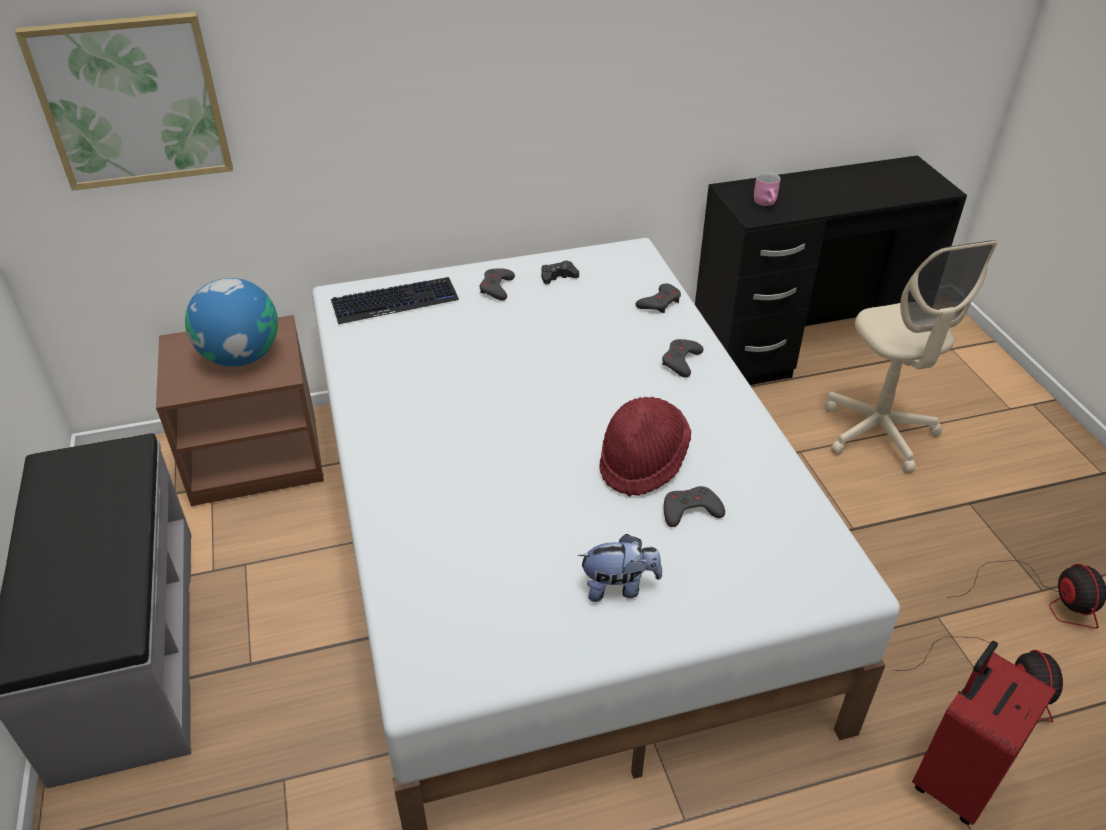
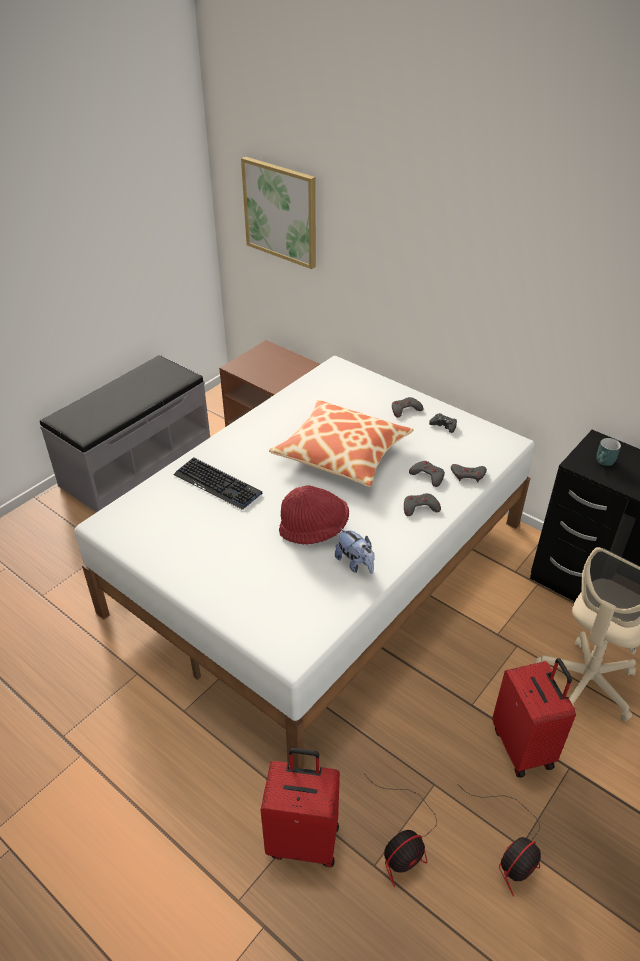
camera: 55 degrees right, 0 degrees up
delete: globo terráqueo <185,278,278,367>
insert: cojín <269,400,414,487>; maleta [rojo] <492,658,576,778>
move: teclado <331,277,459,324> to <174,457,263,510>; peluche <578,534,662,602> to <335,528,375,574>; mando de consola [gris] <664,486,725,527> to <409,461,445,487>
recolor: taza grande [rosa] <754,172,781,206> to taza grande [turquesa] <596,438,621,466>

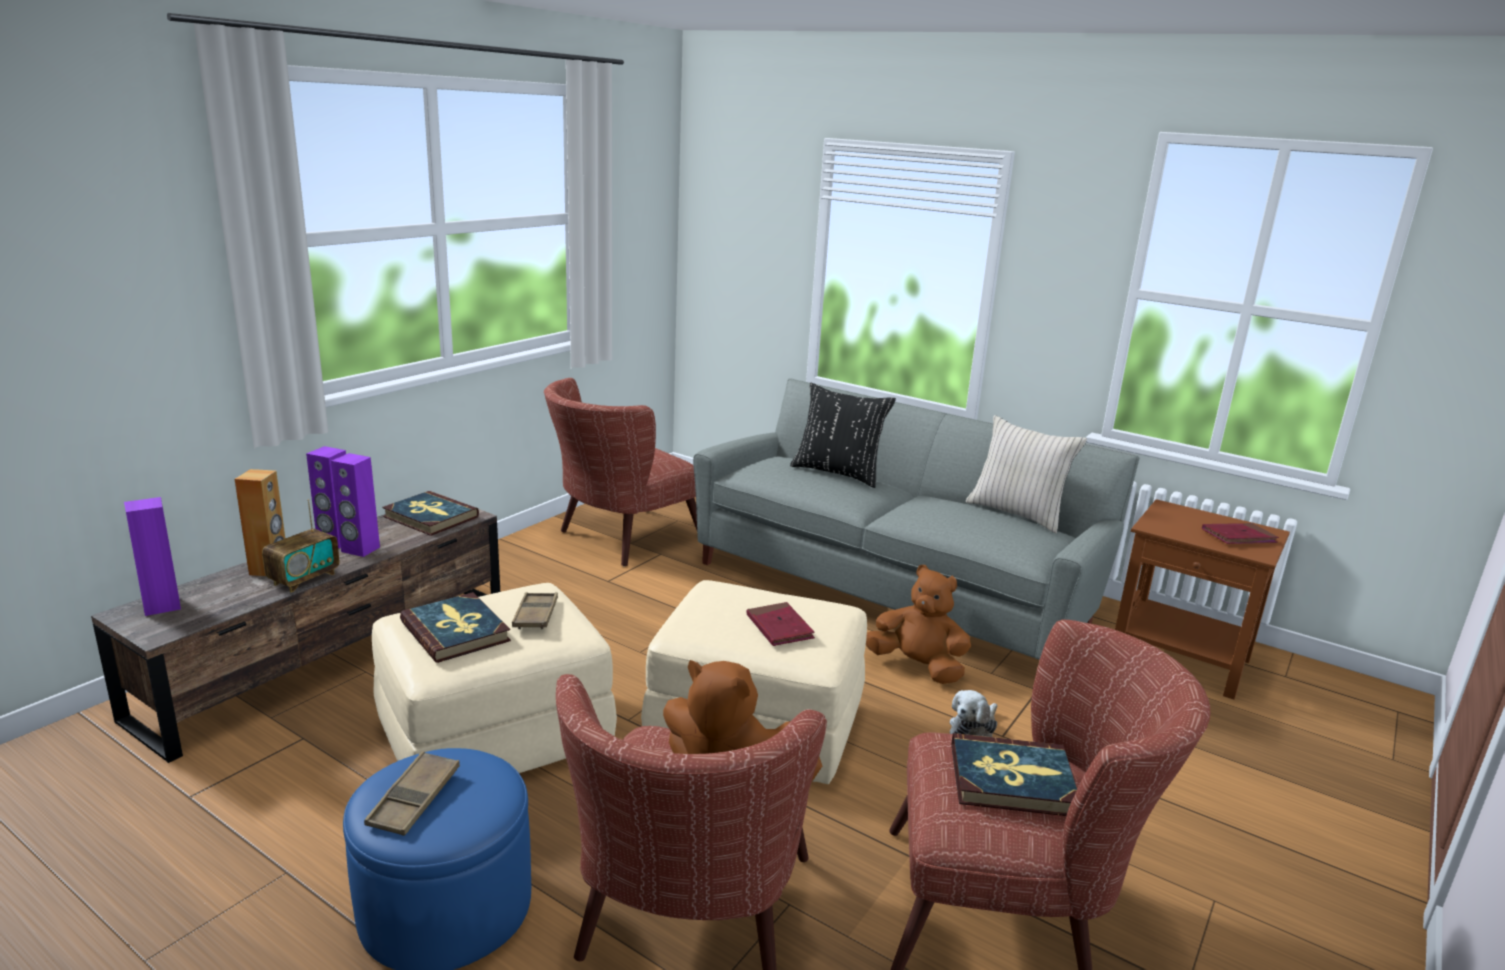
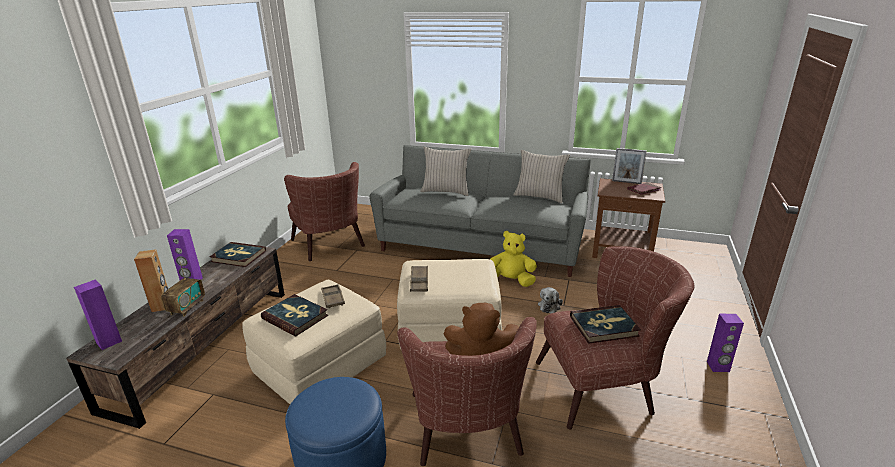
camera: 15 degrees left, 5 degrees up
delete: libro [rojo] <747,602,815,646>
insert: portarretratos <612,148,647,184>
move: altavoz [morado] <331,453,380,557> to <707,314,744,372>; bandeja [marrón] <364,751,460,836> to <410,266,428,292>
recolor: cojín [negro] <790,383,896,488> to cojín [beis] <421,147,471,196>; peluche [marrón] <866,565,971,684> to peluche [amarillo] <490,231,537,287>
rotate: sillón [marrón] <544,378,697,566> = <284,162,365,261> 60 degrees counterclockwise

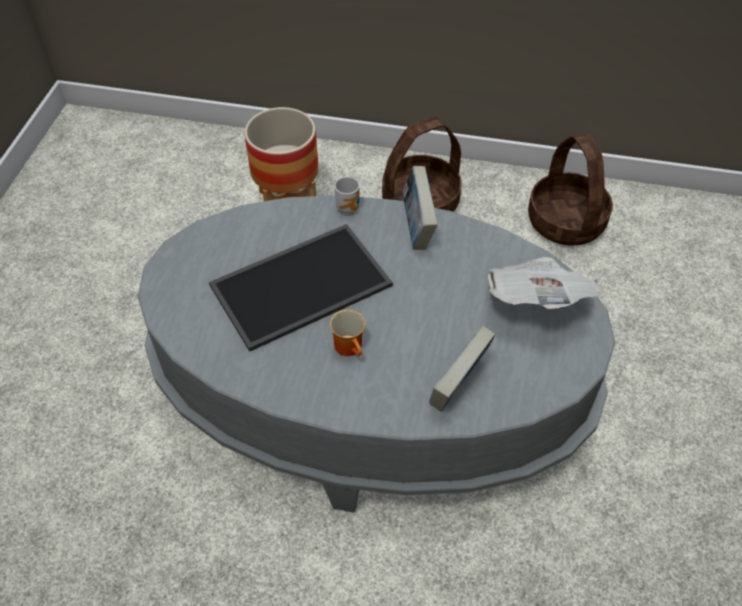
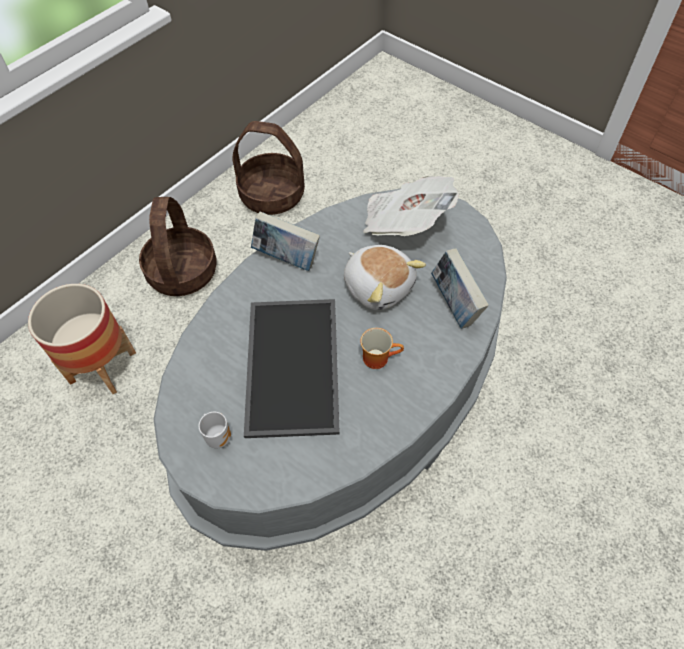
camera: 60 degrees left, 5 degrees up
insert: peluche <344,245,426,310>
move: taza grande <335,177,360,213> to <199,412,231,449>

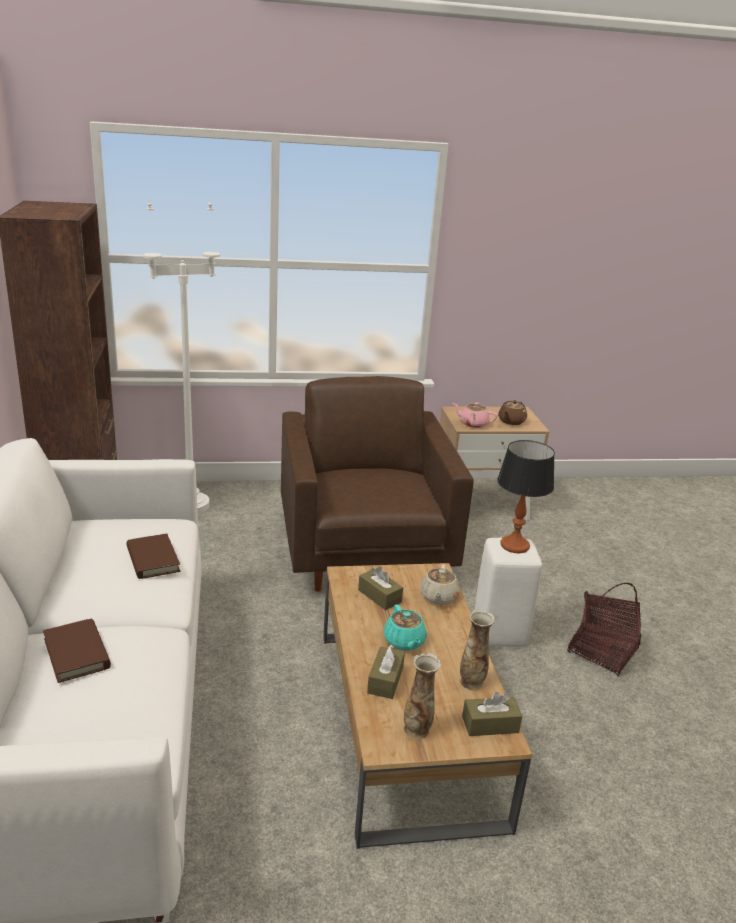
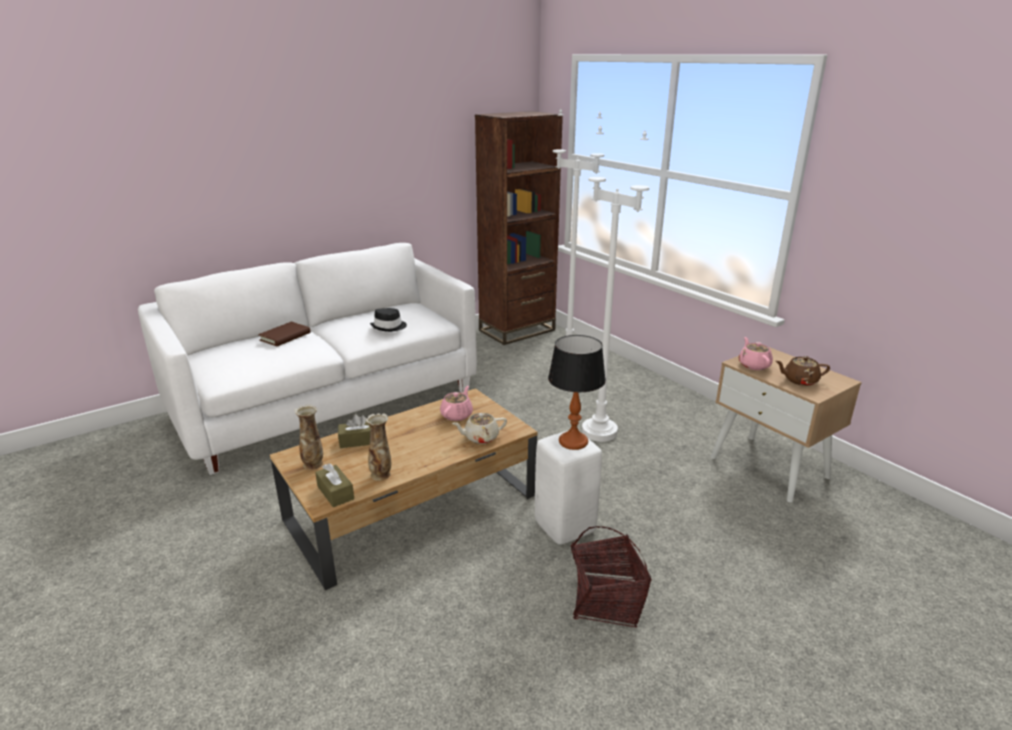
camera: 65 degrees right, 0 degrees up
delete: tetera [turquesa] <383,604,427,650>
replace: libro [marrón] <127,533,180,579> to sombrero [negro] <370,308,407,332>; sillón [marrón] <281,376,474,592> to lámpara de pie [blanco] <582,125,649,442>; caja de pañuelos [marrón] <358,566,403,610> to tetera [rosa] <440,386,473,421>

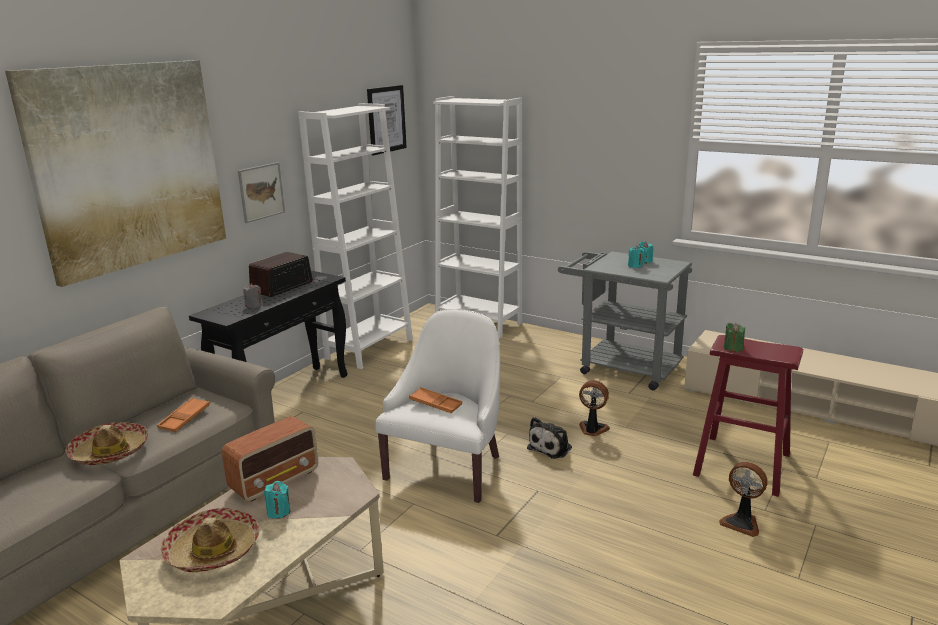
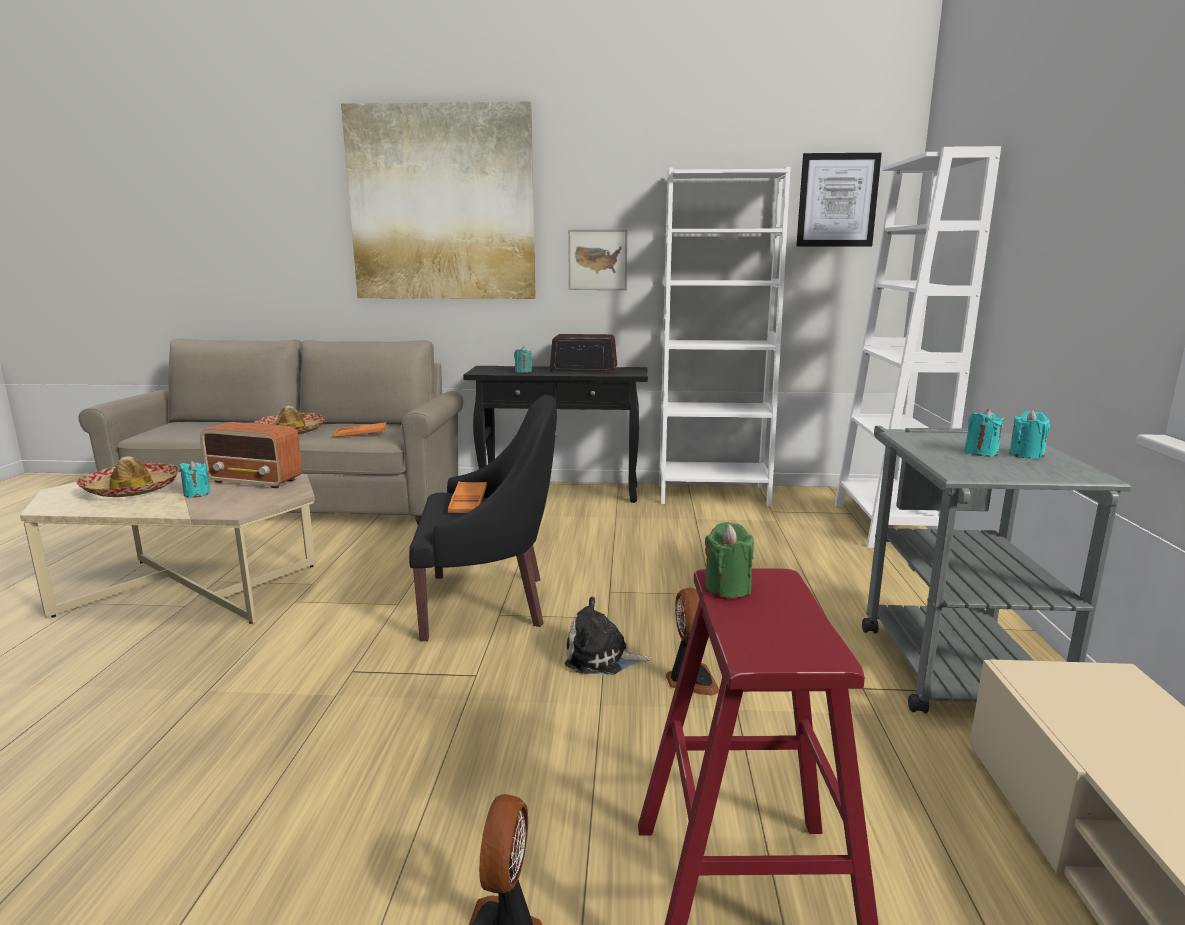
camera: 60 degrees right, 5 degrees down
recolor: vela [gris] <243,284,262,308> to vela [turquesa] <514,346,532,373>; sillón [blanco] <375,309,500,503> to sillón [negro] <409,395,557,642>

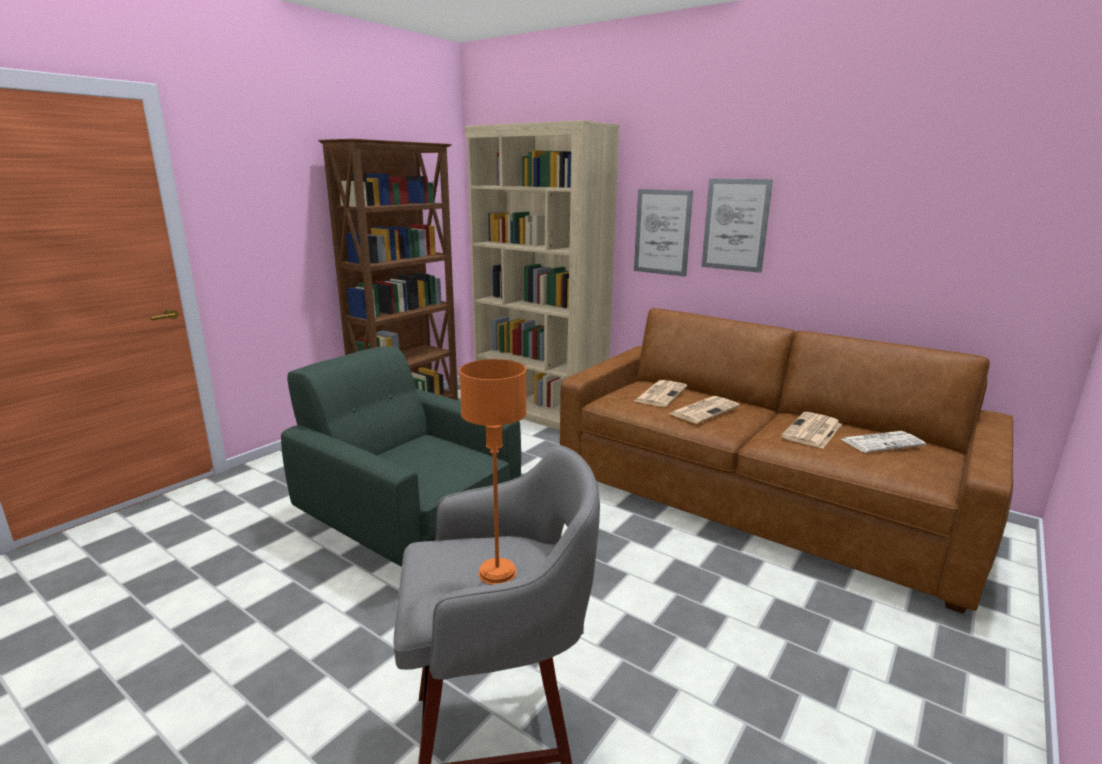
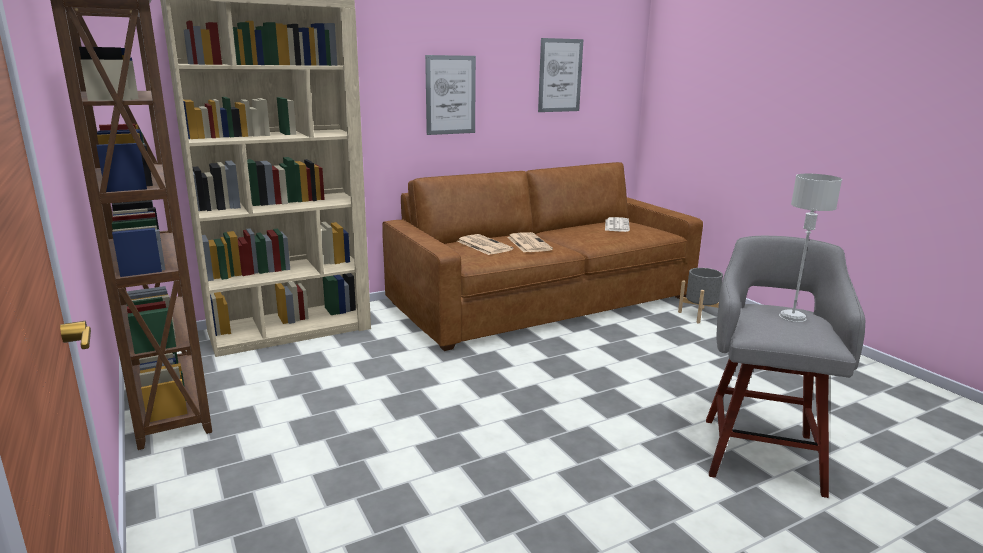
camera: 65 degrees left, 0 degrees up
delete: sillón [verde] <281,346,521,567>; periódico <781,412,842,449>
insert: maceta [gris] <678,268,723,324>
move: cuadro <634,189,693,277> to <538,38,584,112>
recolor: lámpara de mesa [naranja] <459,359,527,585> to lámpara de mesa [gris] <779,174,842,322>

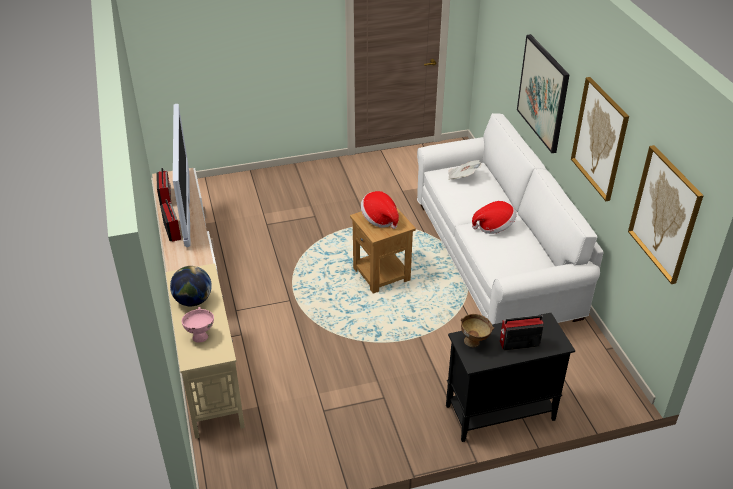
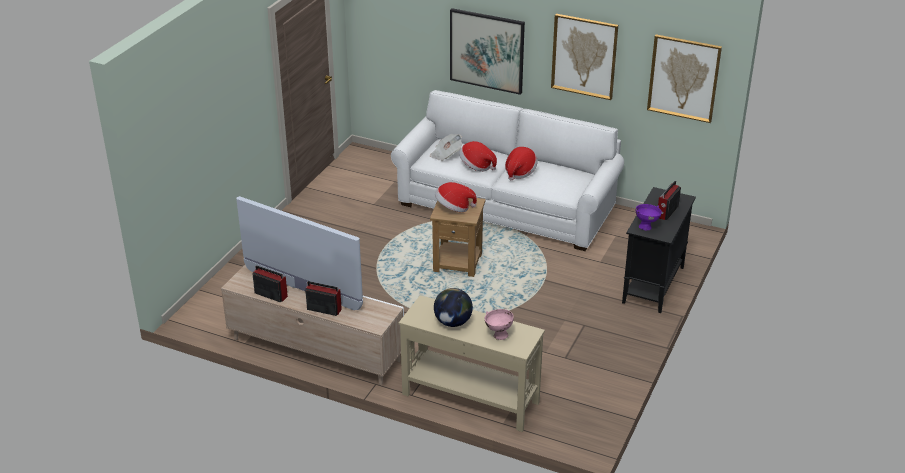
camera: 50 degrees left, 5 degrees down
insert: sombrero <459,141,497,172>
recolor: cuenco [marrón] <461,314,494,347> to cuenco [morado] <636,204,662,230>

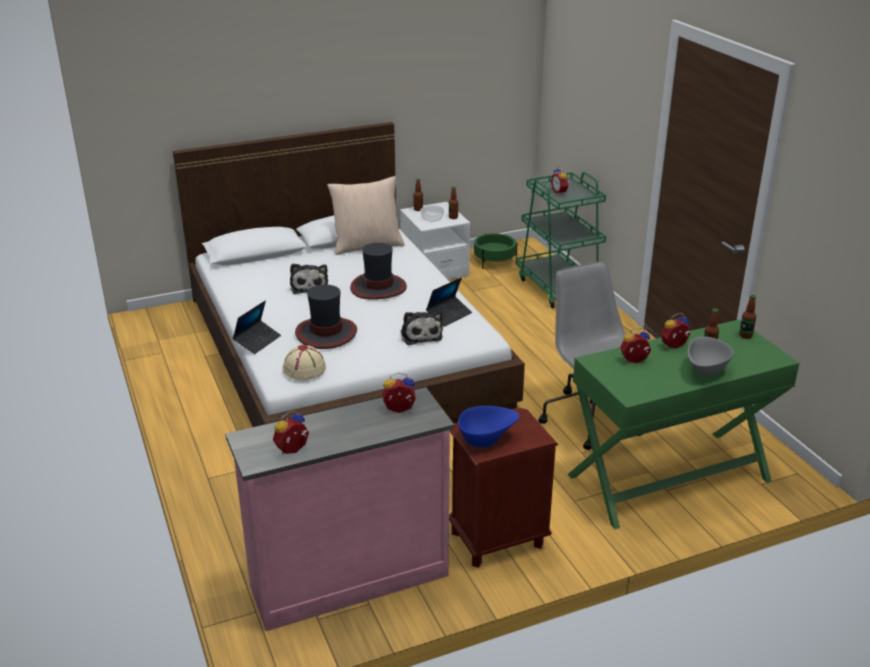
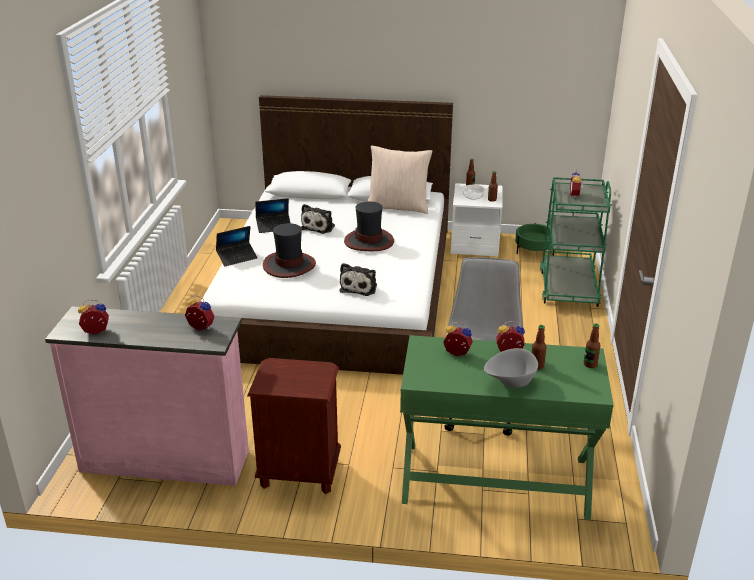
camera: 30 degrees right, 0 degrees up
delete: sombrero [beis] <283,345,326,380>; cuenco [azul] <458,406,519,447>
move: portátil <426,277,472,327> to <255,198,291,233>

